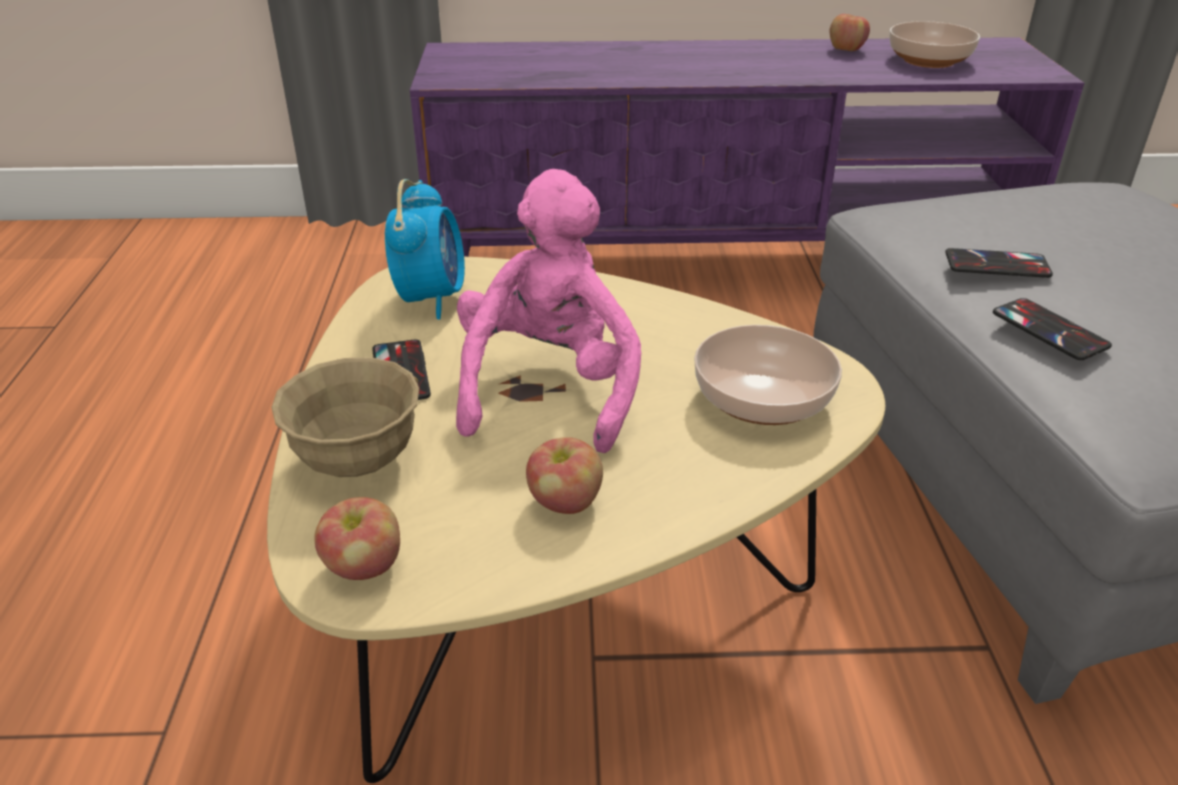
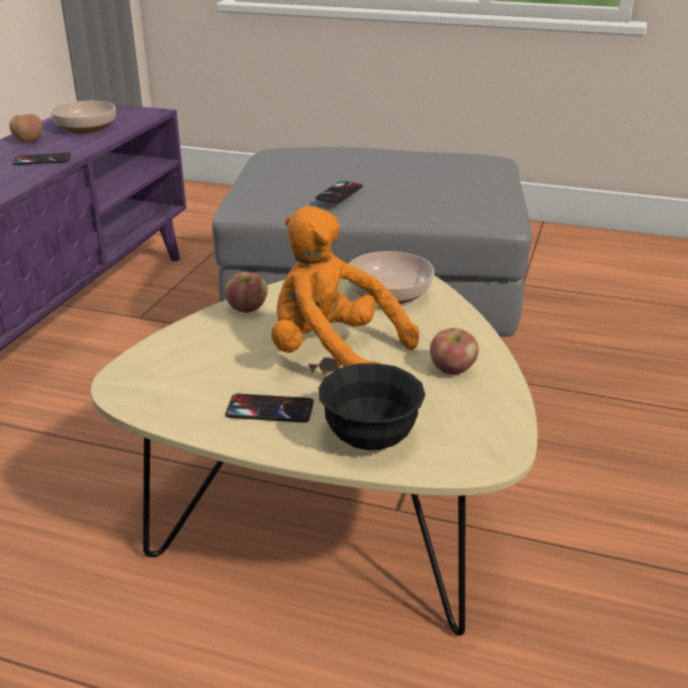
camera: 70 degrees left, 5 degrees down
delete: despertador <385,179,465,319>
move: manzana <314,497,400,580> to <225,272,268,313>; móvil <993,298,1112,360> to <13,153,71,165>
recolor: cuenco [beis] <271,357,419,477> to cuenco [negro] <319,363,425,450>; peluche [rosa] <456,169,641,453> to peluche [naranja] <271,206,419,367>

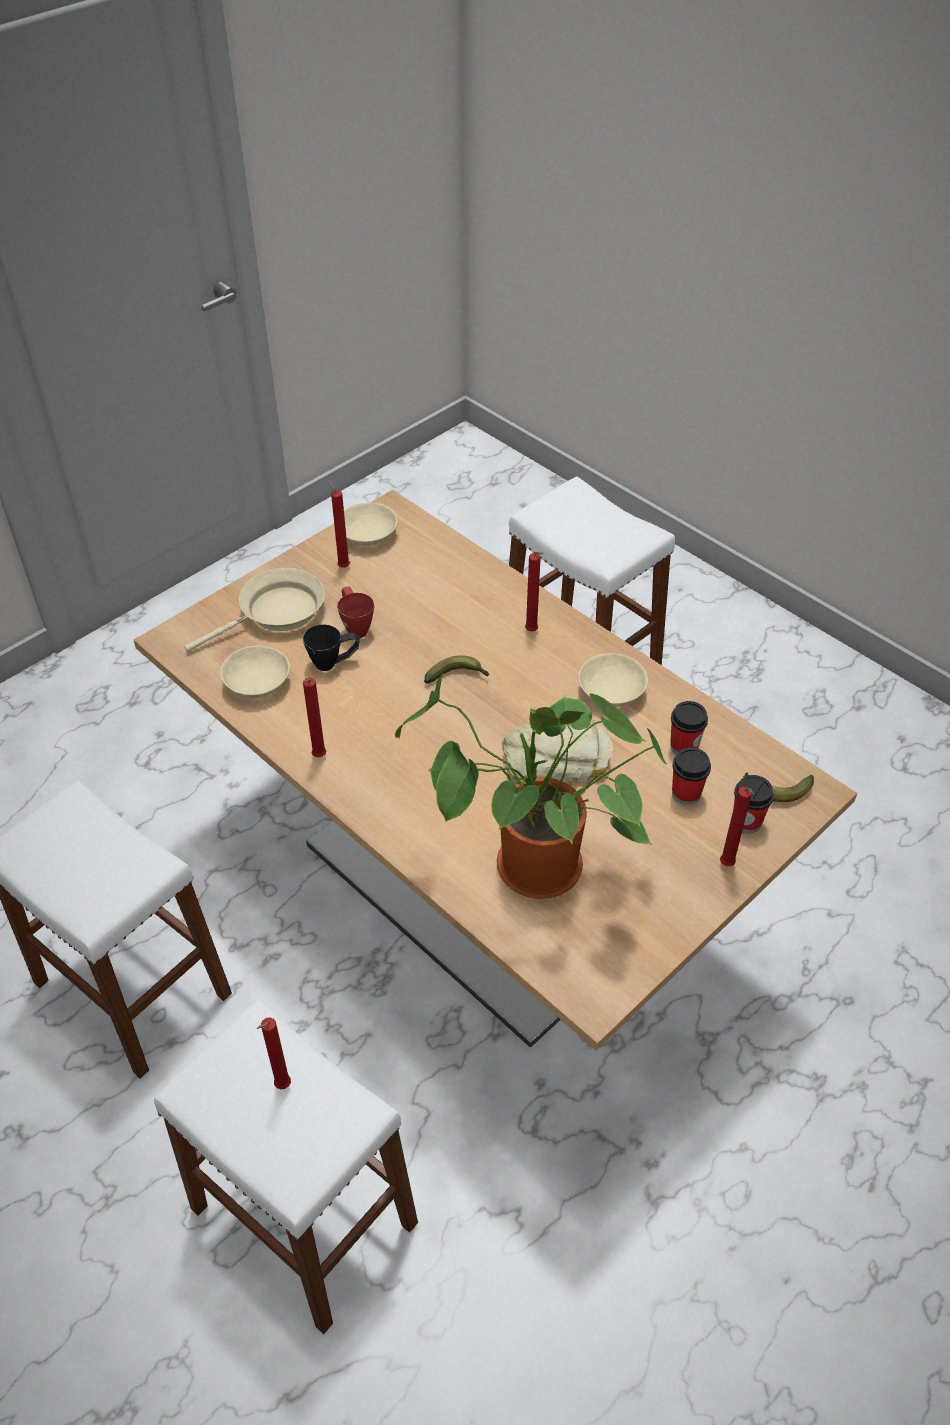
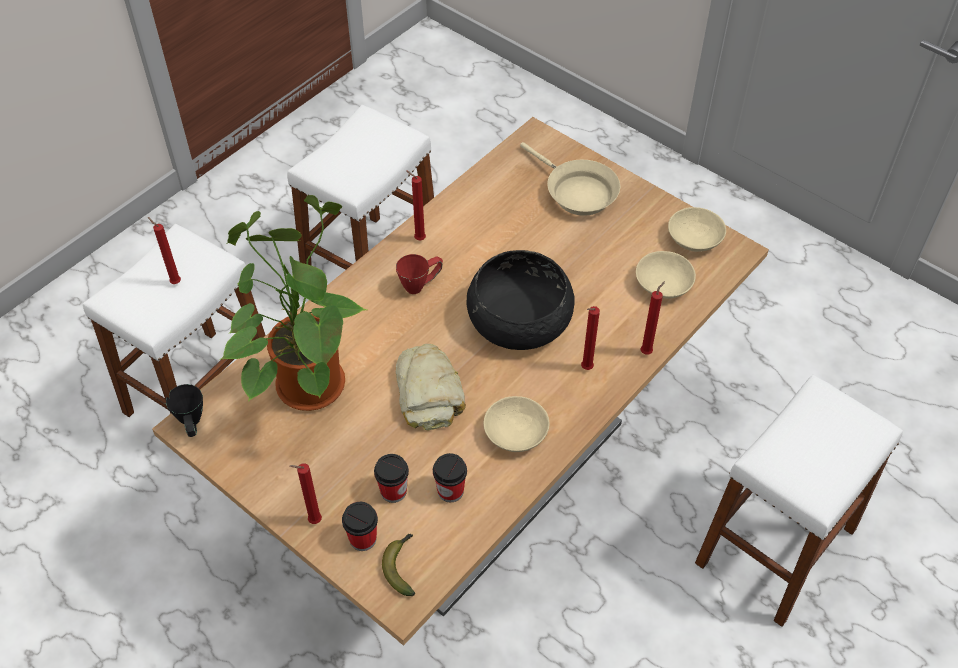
camera: 85 degrees right, 5 degrees up
move: cuenco [beis] <220,646,290,698> to <636,251,696,299>; taza grande [negro] <303,625,360,671> to <166,384,203,437>; vela [rojo] <328,480,350,568> to <640,281,665,355>; taza grande [rojo] <337,586,374,638> to <396,254,443,294>
replace: plátano <424,655,489,684> to cuenco [negro] <466,250,575,350>

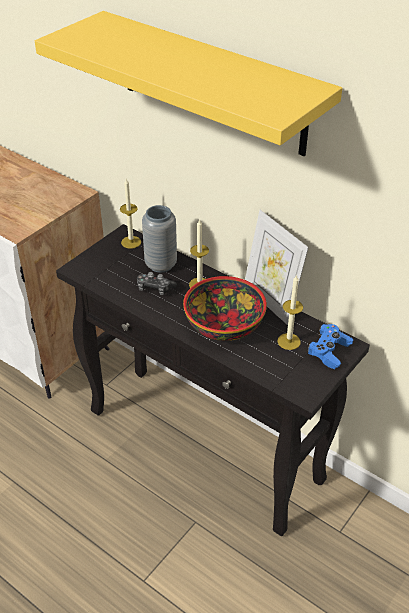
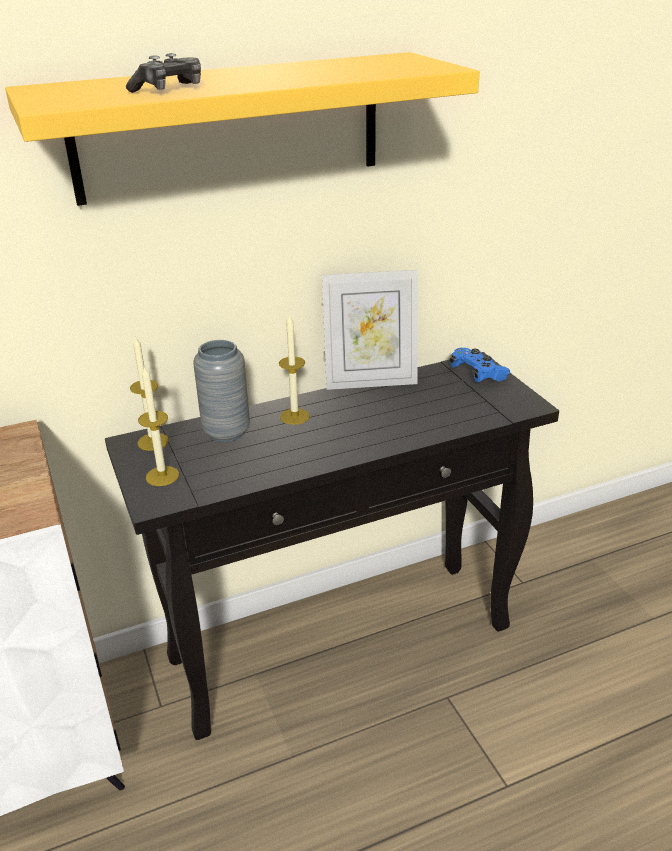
camera: 60 degrees left, 10 degrees down
delete: cuenco <183,276,267,341>
move: mando de consola <137,272,177,295> to <126,53,201,93>; vela <278,275,303,350> to <138,365,179,486>

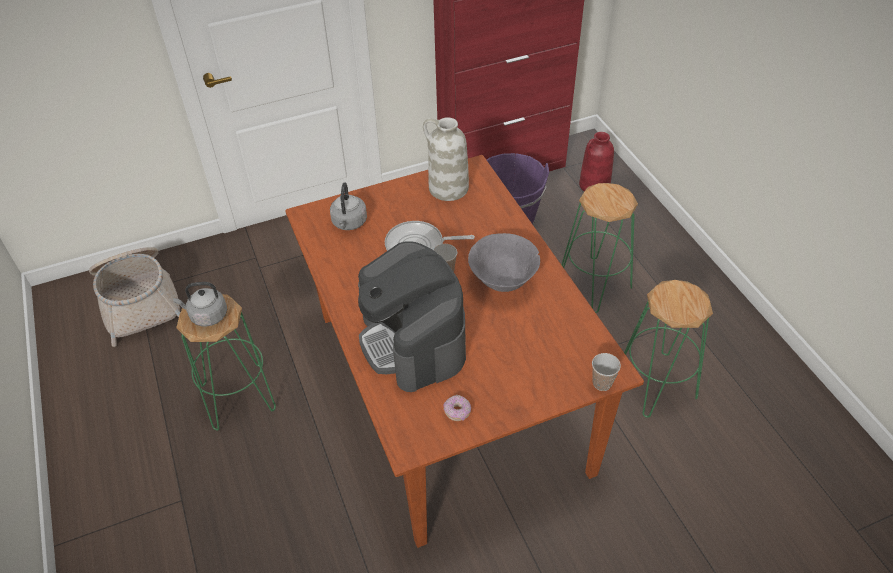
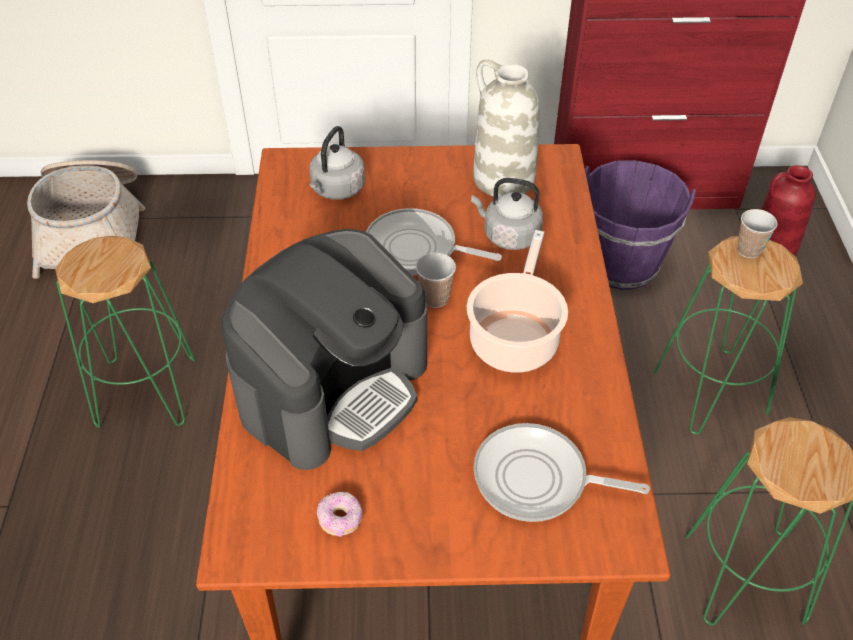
camera: 20 degrees right, 0 degrees up
insert: sartén <474,423,650,522>
move: hervidor [gris] <173,282,227,327> to <471,178,543,250>; taza <592,353,621,391> to <737,209,777,258>
replace: cuenco [gris] <468,233,540,292> to olla <467,230,568,373>
rotate: cafetera <358,241,466,392> = <221,229,427,470> 135 degrees counterclockwise

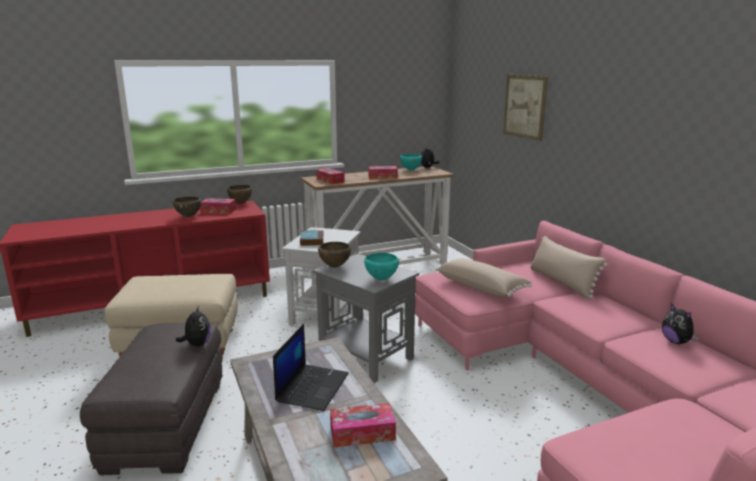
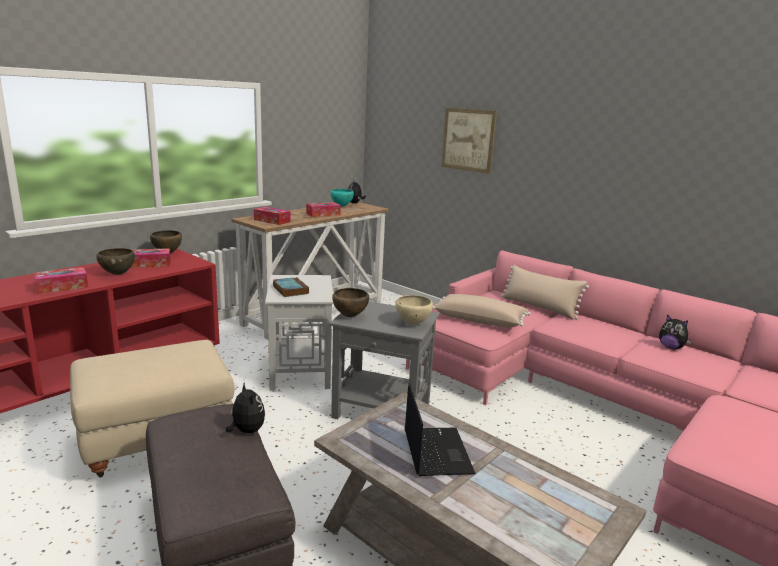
camera: 25 degrees left, 0 degrees up
move: caja de pañuelos <330,403,396,448> to <34,267,88,294>
recolor: cuenco [turquesa] <364,253,399,280> to cuenco [beis] <395,295,433,325>

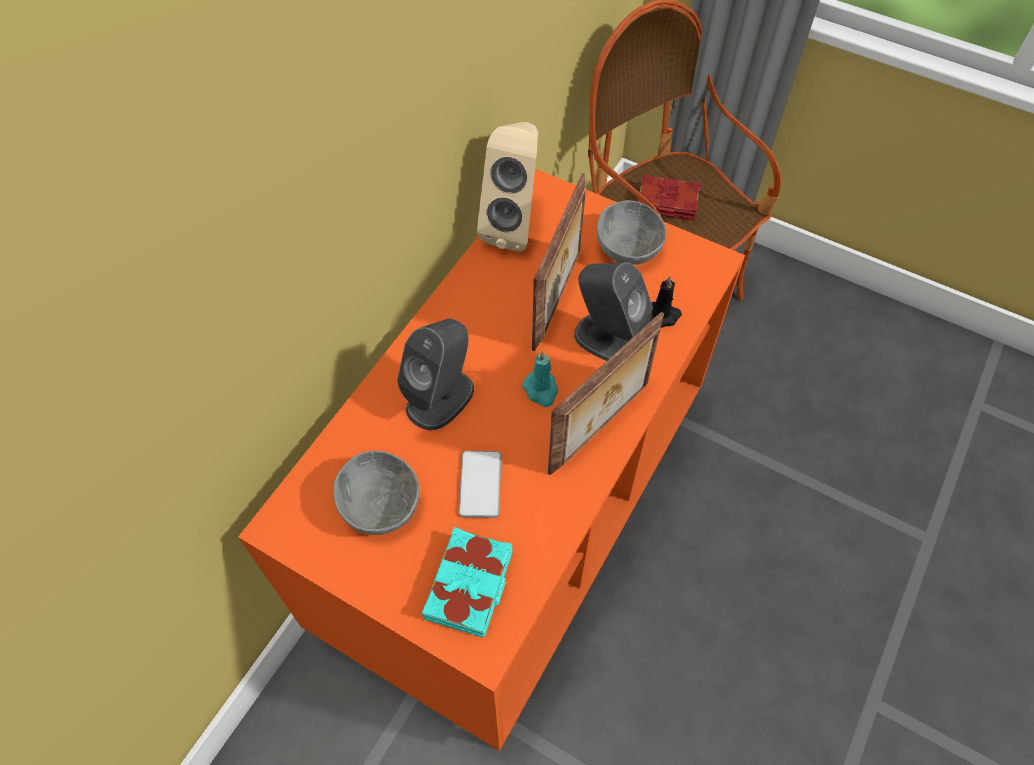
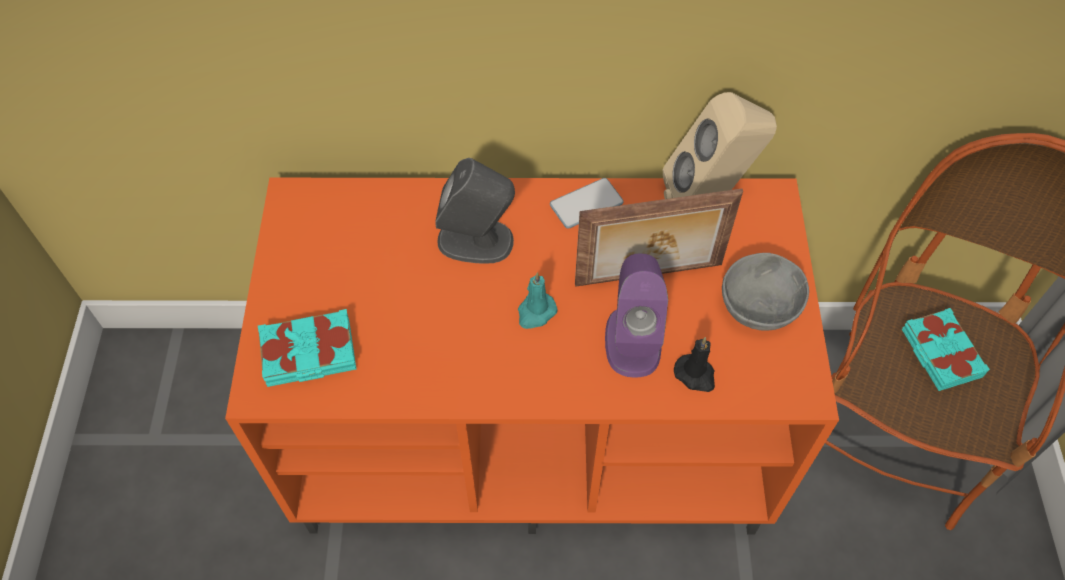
camera: 60 degrees right, 0 degrees up
delete: cuenco [gris] <333,451,420,535>; portarretratos <548,311,664,475>
move: móvil <458,451,501,518> to <550,178,624,229>
recolor: altavoz [gris] <574,262,653,361> to altavoz [morado] <605,254,668,378>; libro [rojo] <638,174,701,220> to libro [turquesa] <902,308,990,391>

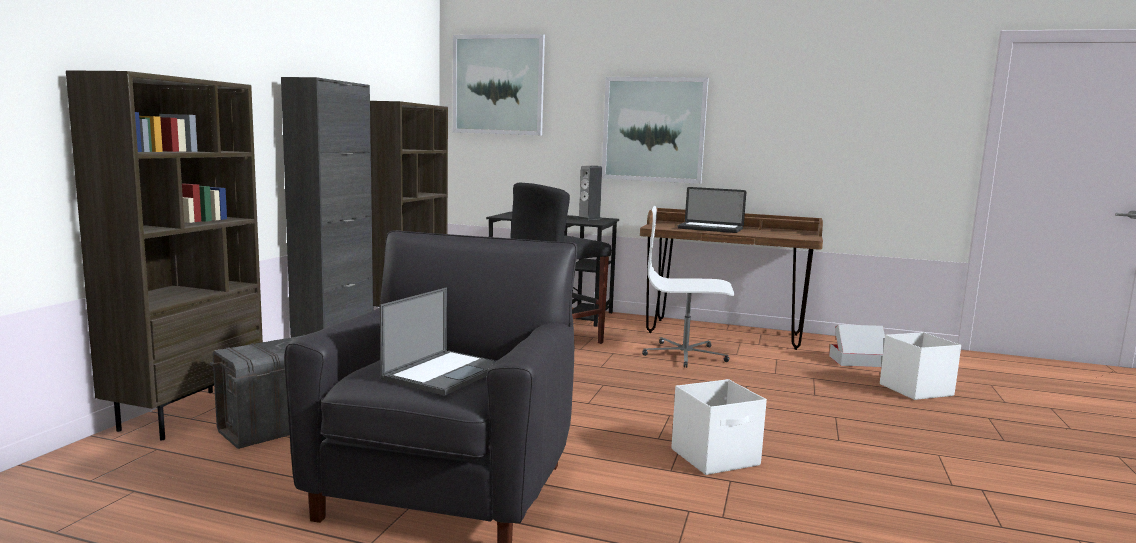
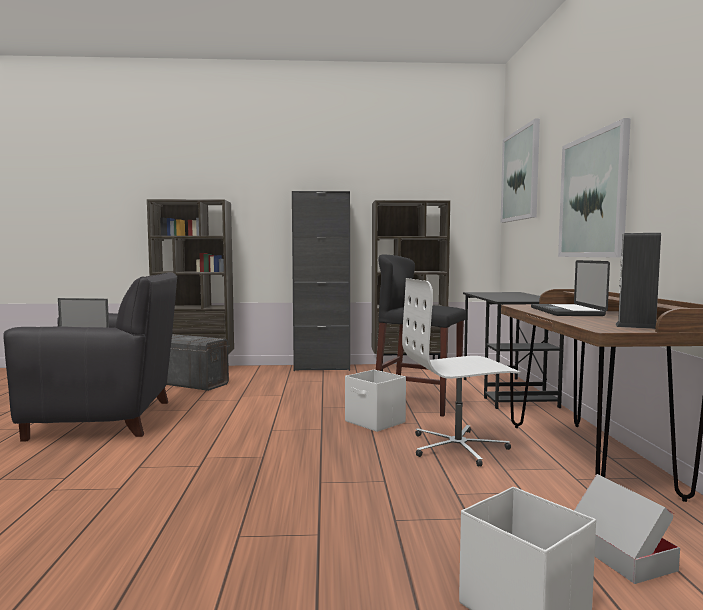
camera: 70 degrees right, 5 degrees down
move: altavoz <578,166,602,220> to <616,233,661,329>; caja de almacenaje [blanco] <672,379,767,475> to <345,370,406,432>
rotate: silla de oficina [blanco] <642,206,734,368> = <402,278,520,467> 90 degrees counterclockwise

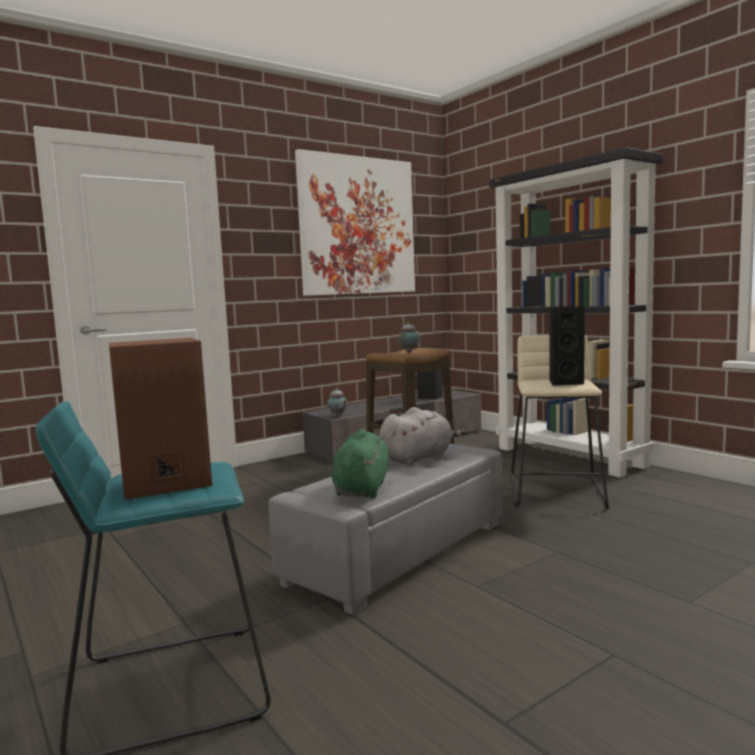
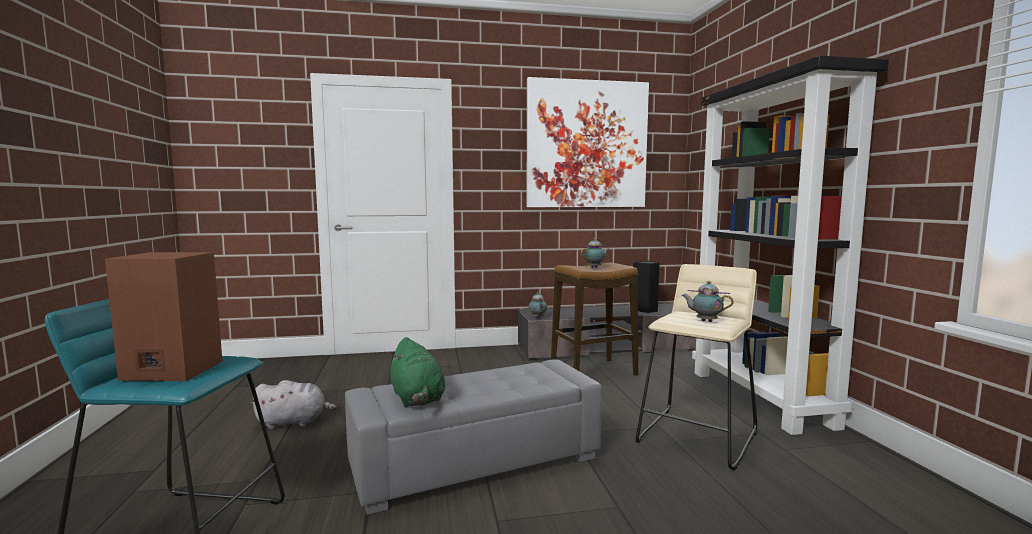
camera: 25 degrees right, 0 degrees up
move: peluche [gris] <379,407,466,466> to <251,380,337,429>
replace: altavoz [negro] <549,307,585,386> to tetera <681,281,734,322>
rotate: peluche [verde] <332,429,389,498> = <389,337,445,407> 120 degrees clockwise

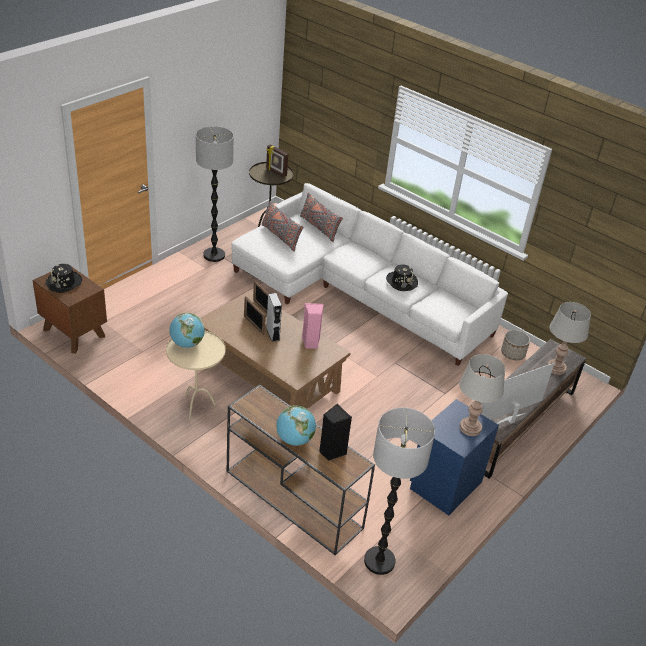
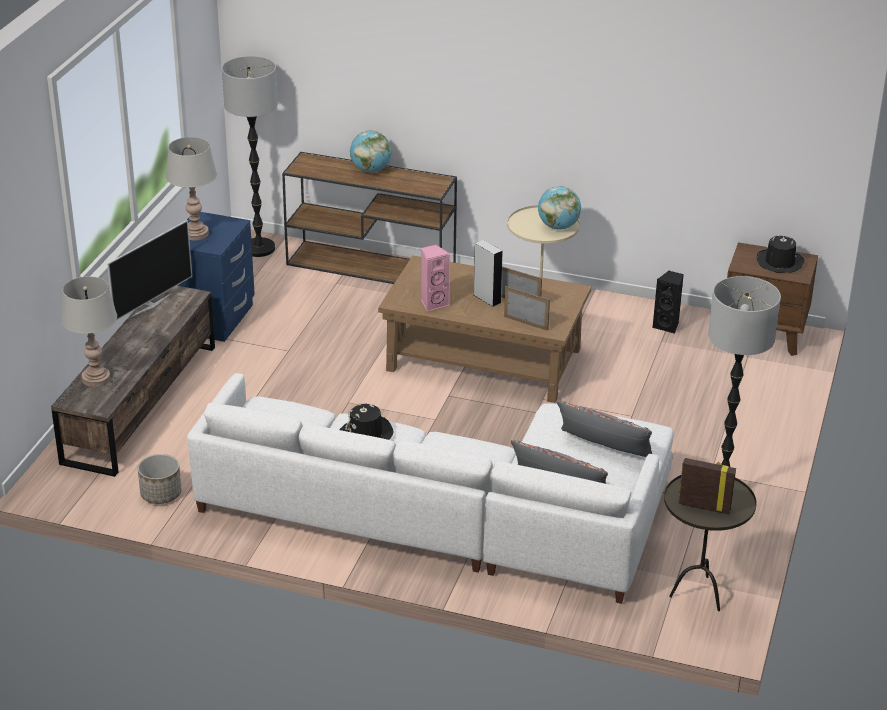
camera: 160 degrees right, 5 degrees down
move: altavoz [negro] <319,404,352,461> to <652,271,684,334>

